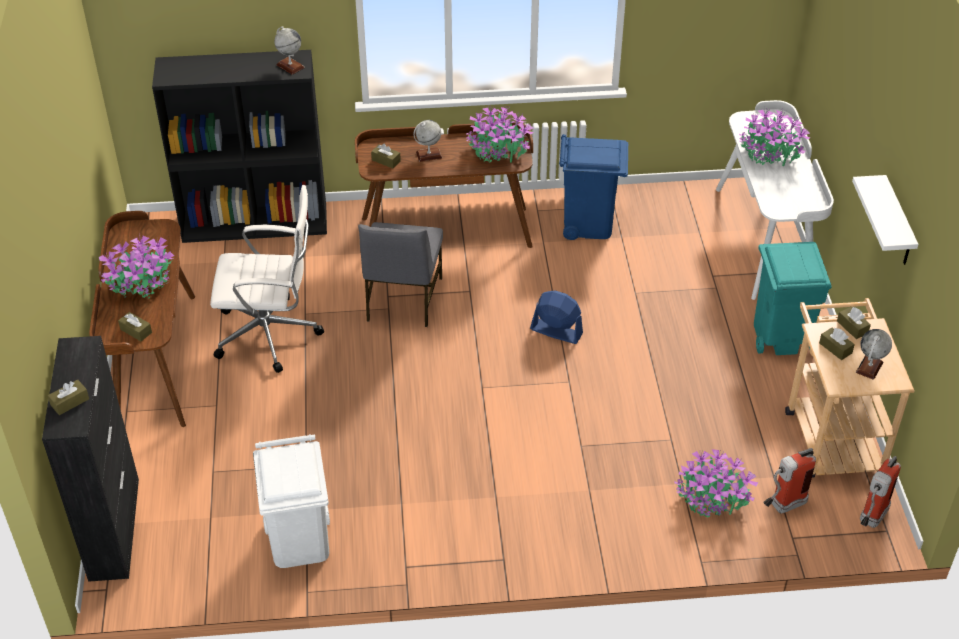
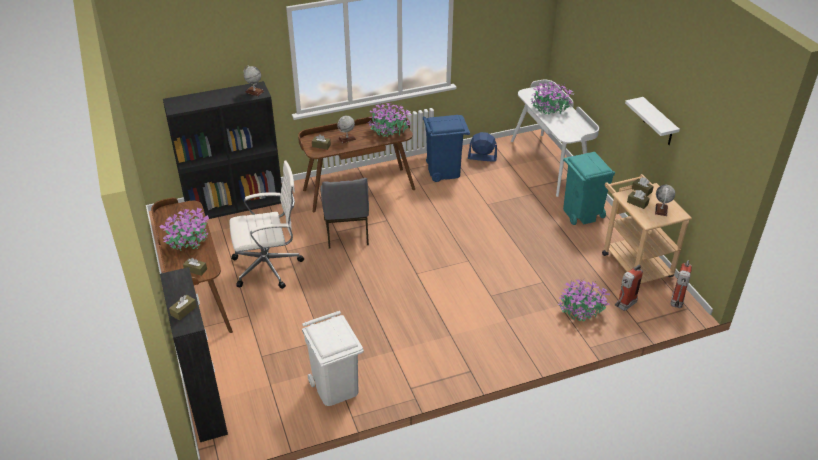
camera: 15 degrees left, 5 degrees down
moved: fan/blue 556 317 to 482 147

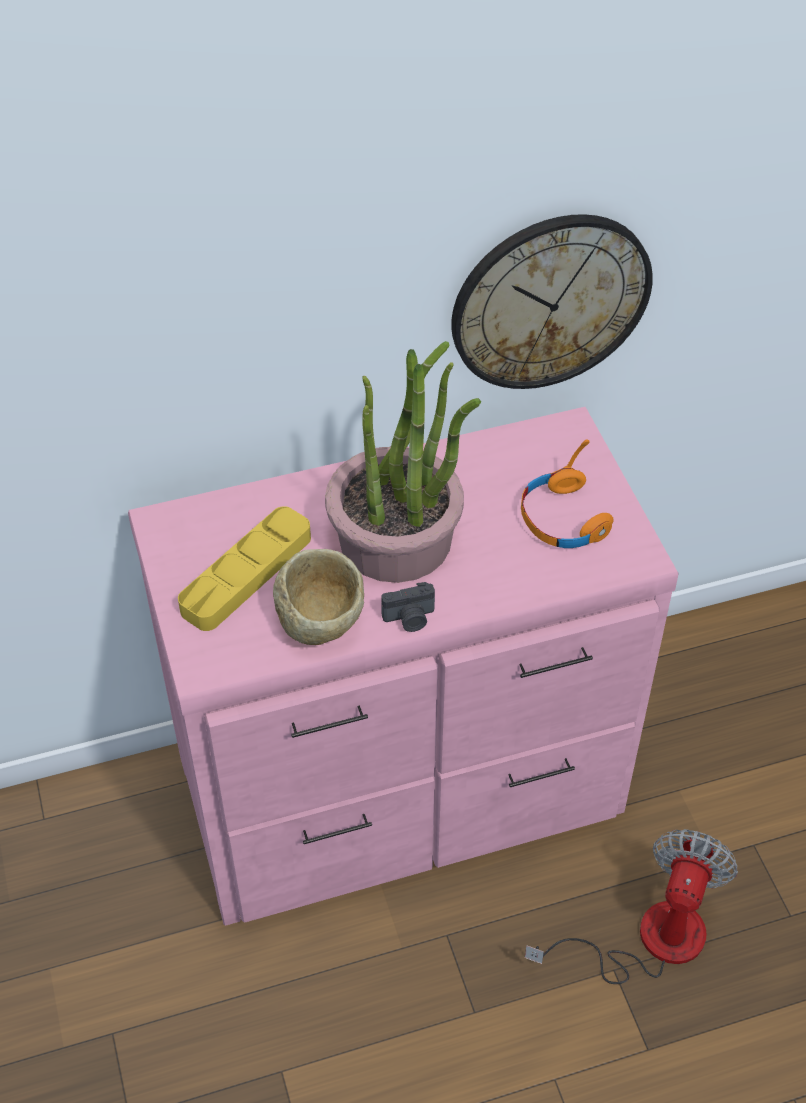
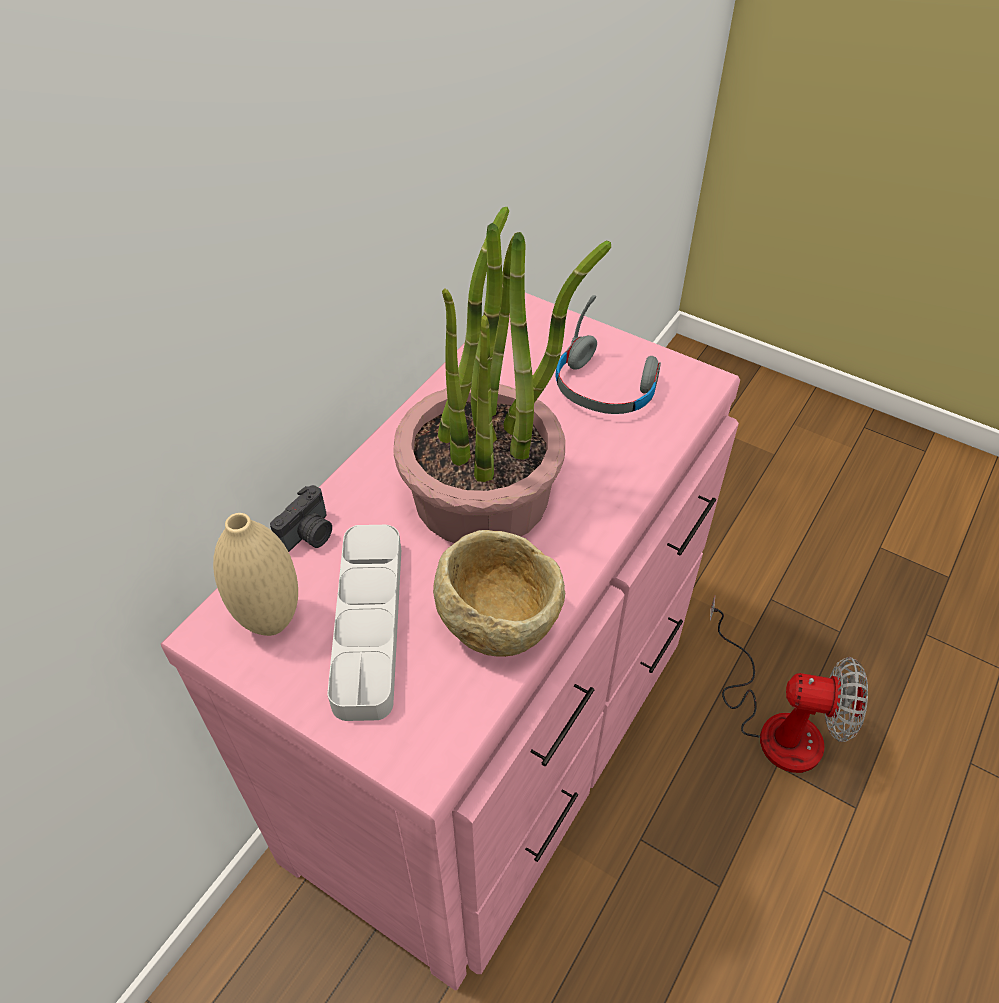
camera: 40 degrees left, 0 degrees up
removed: wall clock 552 301
added: vase/beige 255 574
moved: photo camera 408 607 to 301 518
recoloured: headphones/orange 567 493 to headphones/grey 608 354; tray/yellow 244 568 to tray/grey 364 623
turned: fan 631 906 = 789 684 120 degrees clockwise

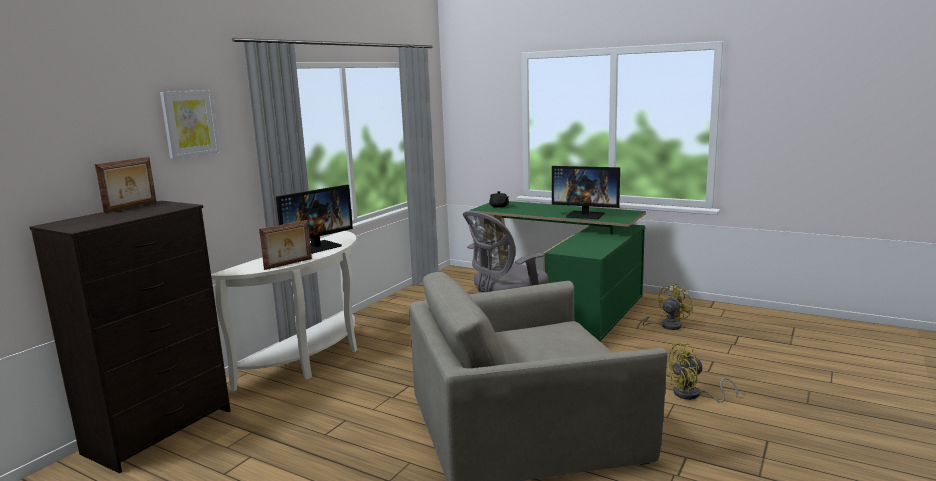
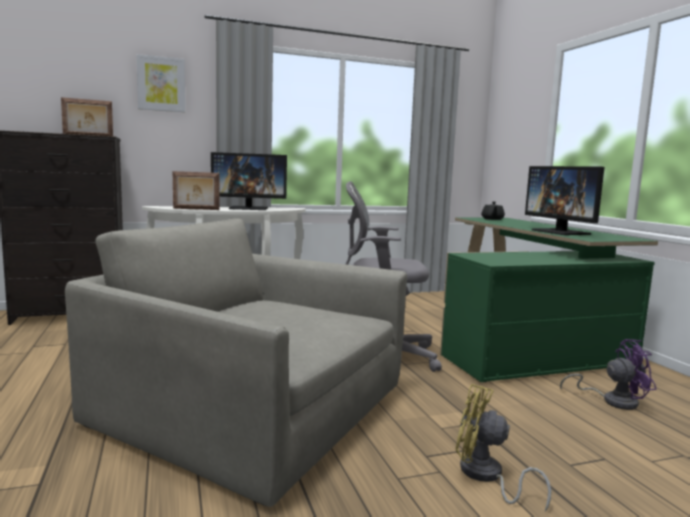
camera: 40 degrees right, 5 degrees down
recoloured: fan/yellow 665 306 to fan/purple 608 374

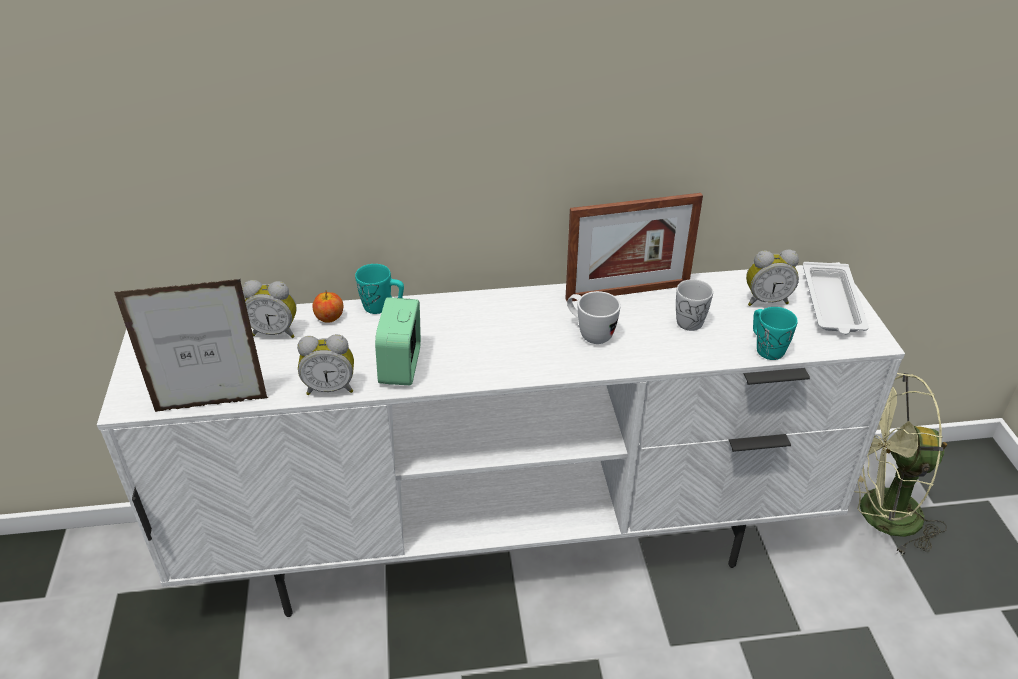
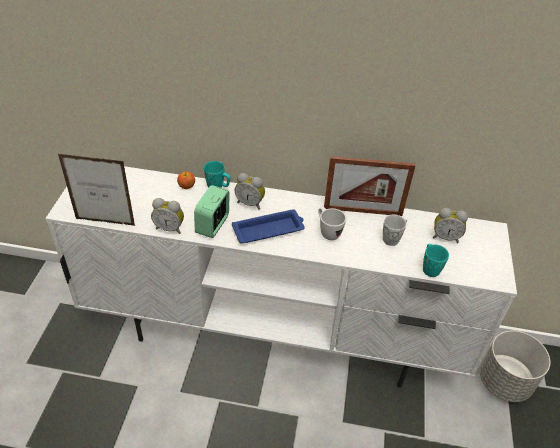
camera: 15 degrees right, 5 degrees up
removed: tray/white 836 298
added: tray/blue 268 226
moved: alarm clock 269 309 to 249 191
replaced: fan/green 900 464 to planter/grey 515 366

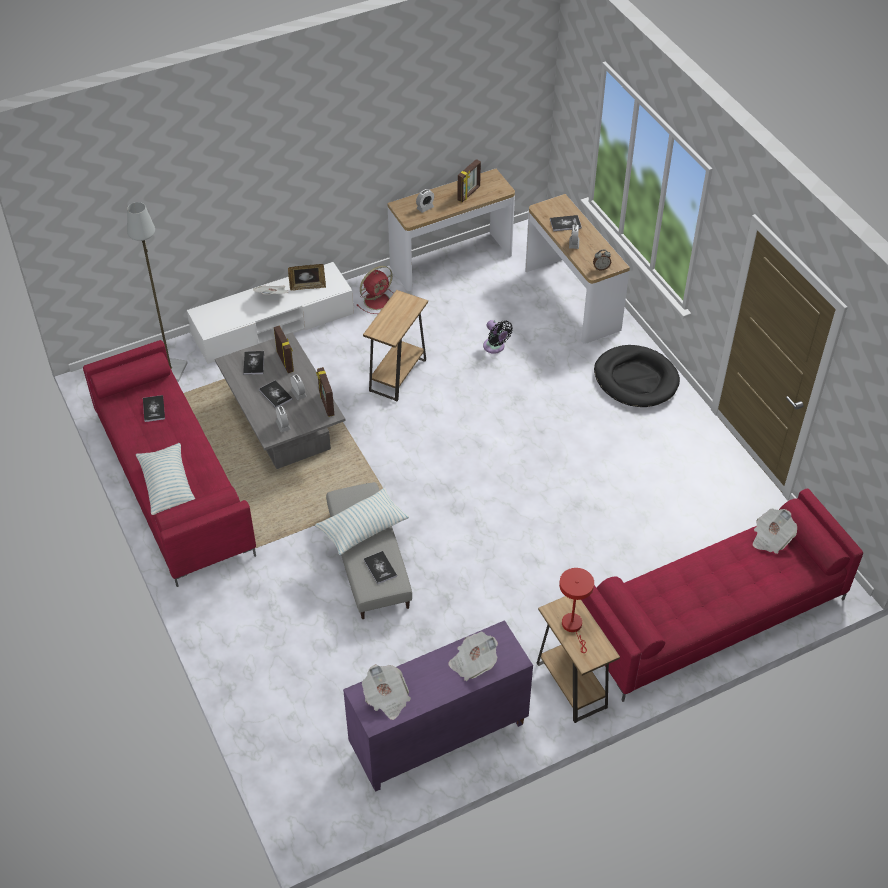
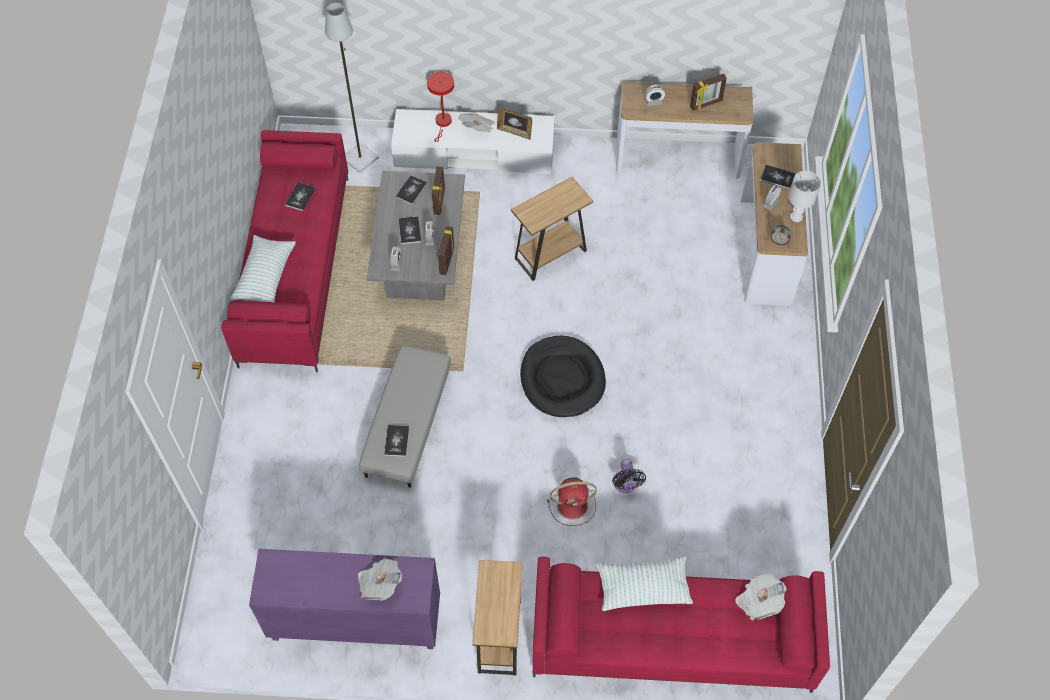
camera: 30 degrees right, 10 degrees up
removed: newspaper 386 692
added: table lamp/white 805 196
moved: fan/red 375 290 to 572 502; fan/black 498 337 to 629 476; dog bed/black 637 376 to 563 376; pillow 362 521 to 644 583; table lamp/red 576 610 to 440 107

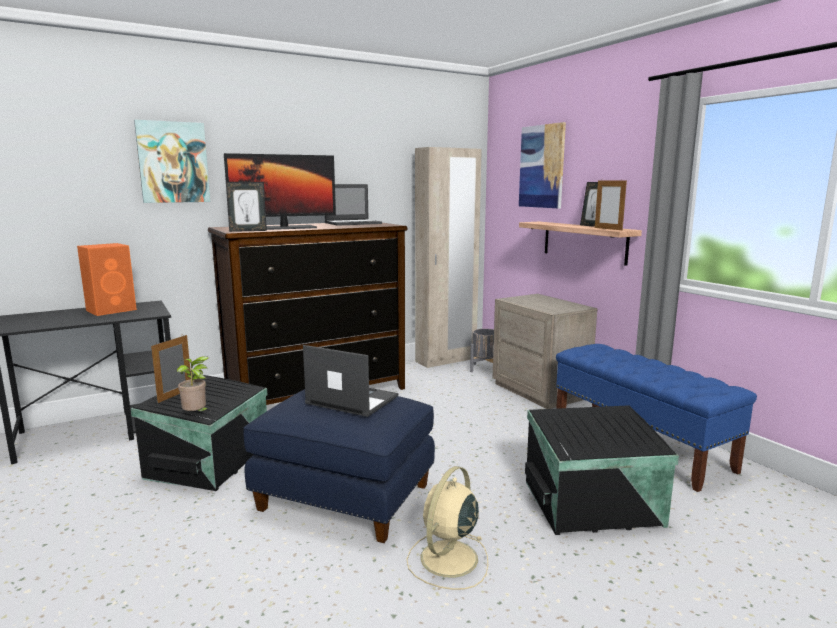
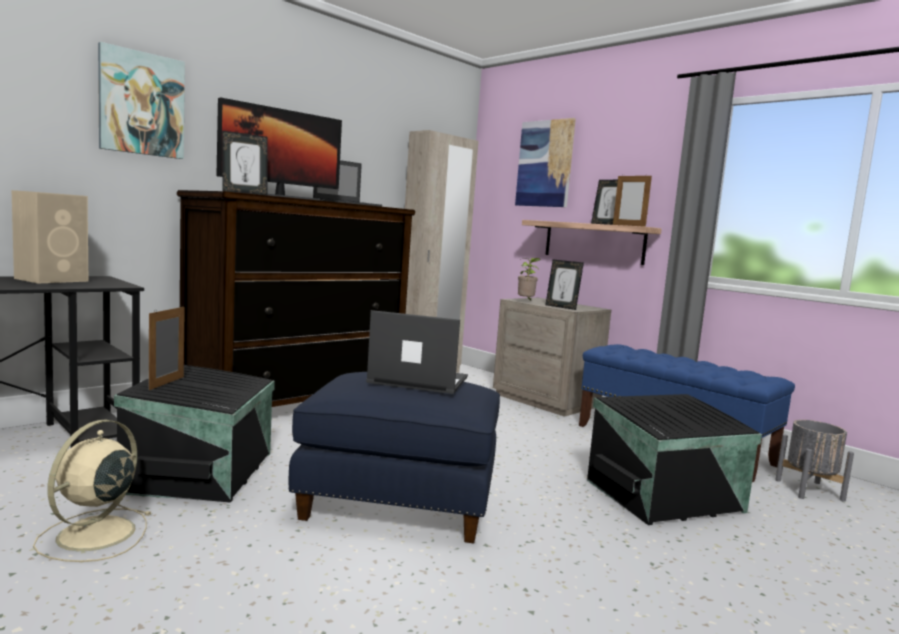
camera: 15 degrees left, 5 degrees down
added: picture frame 564 284
moved: planter/grey 482 350 to 814 461; potted plant 193 383 to 529 279; fan/beige 447 528 to 92 491
recoloured: speaker/orange 107 279 to speaker/beige 50 236

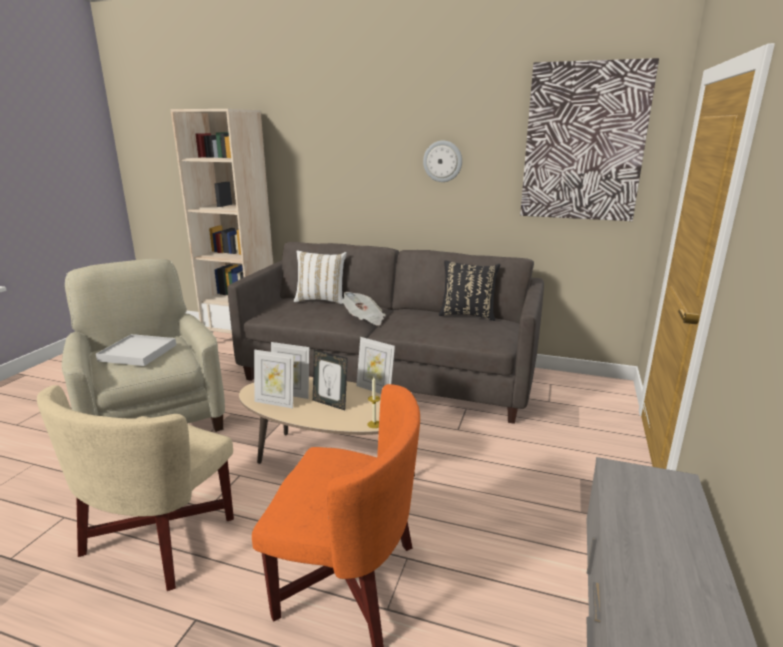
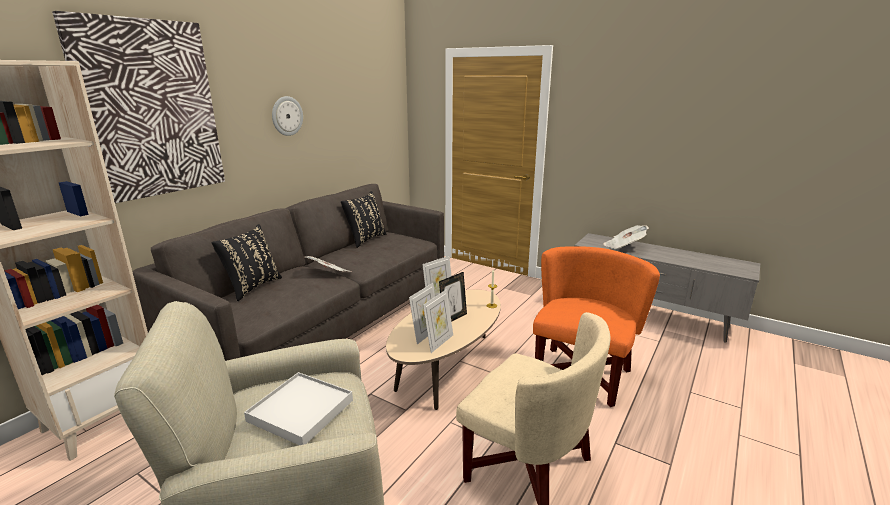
camera: 75 degrees left, 0 degrees up
added: newspaper 626 237
moved: picture 589 139 to 138 107
recoloured: pillow/white 320 277 to pillow/black 246 262

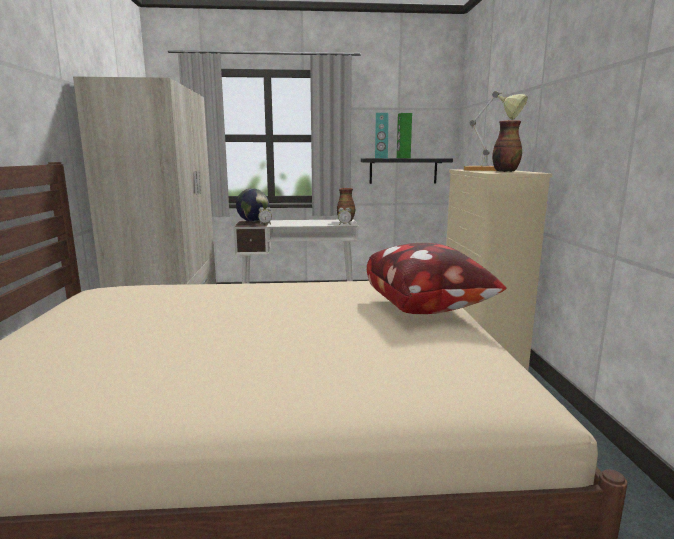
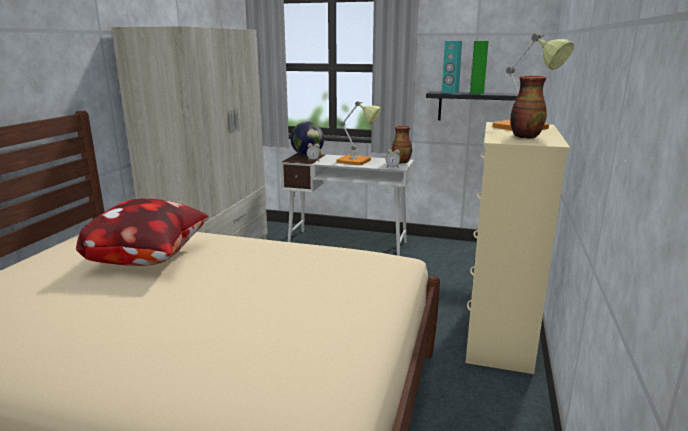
camera: 20 degrees right, 5 degrees up
added: table lamp 359 133
moved: pillow 436 278 to 142 232

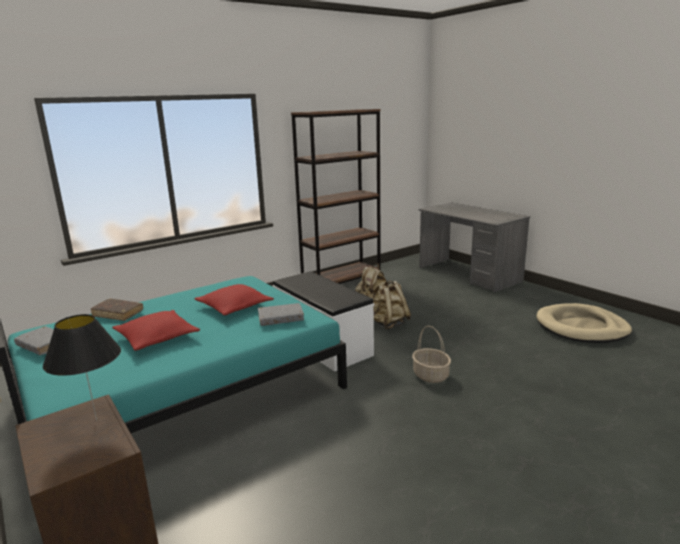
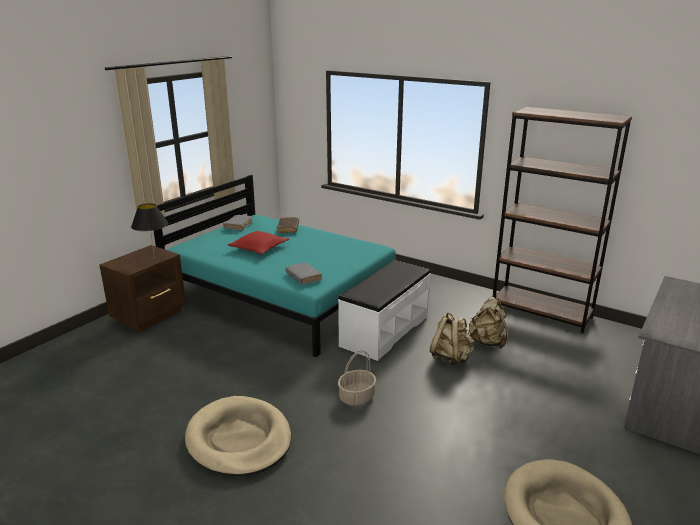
camera: 70 degrees right, 5 degrees up
removed: pillow/red 234 299
added: dog bed/beige 238 436

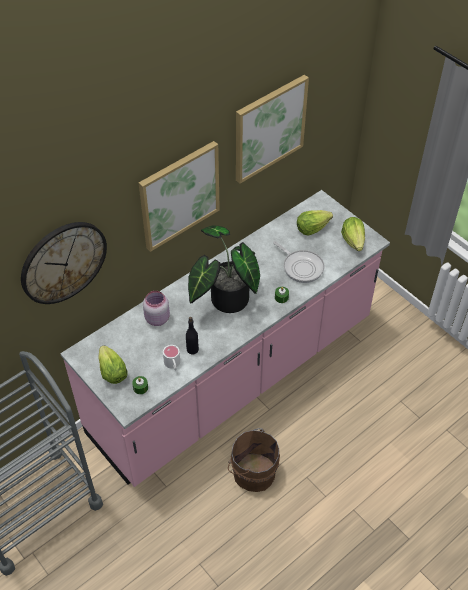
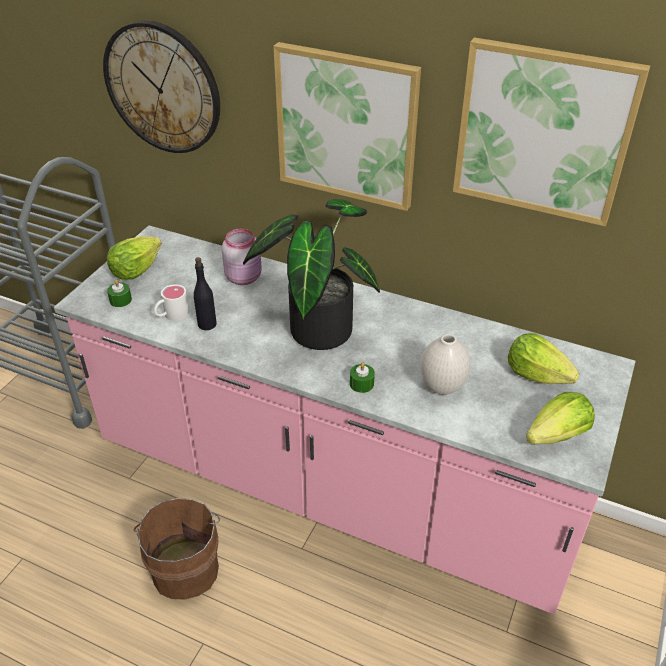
camera: 65 degrees right, 10 degrees down
replaced: frying pan 299 262 to vase/white 445 364

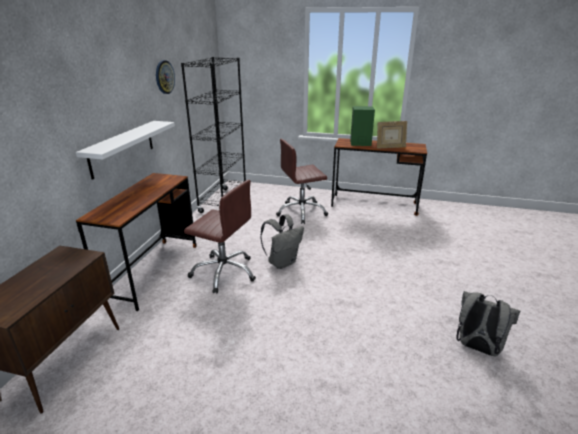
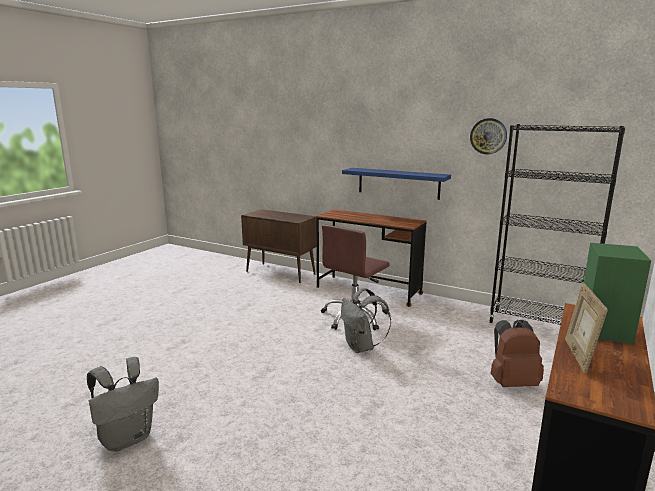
camera: 105 degrees right, 10 degrees down
replaced: office chair/brown 302 181 to backpack/brown 517 353
recoloured: shelf/white 125 150 to shelf/blue 396 184

